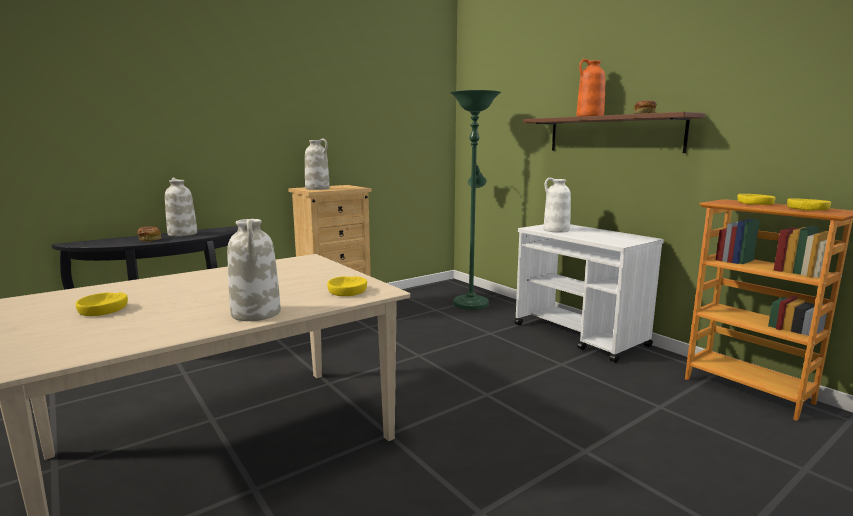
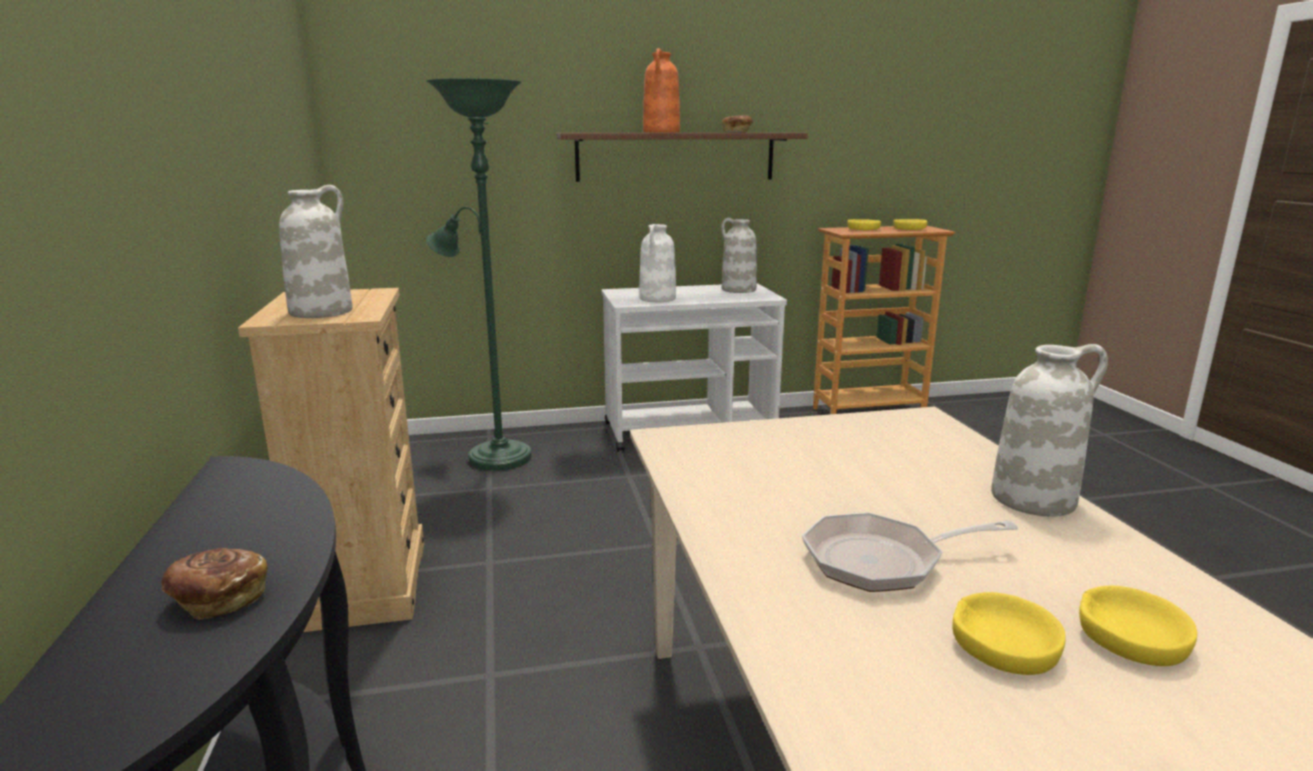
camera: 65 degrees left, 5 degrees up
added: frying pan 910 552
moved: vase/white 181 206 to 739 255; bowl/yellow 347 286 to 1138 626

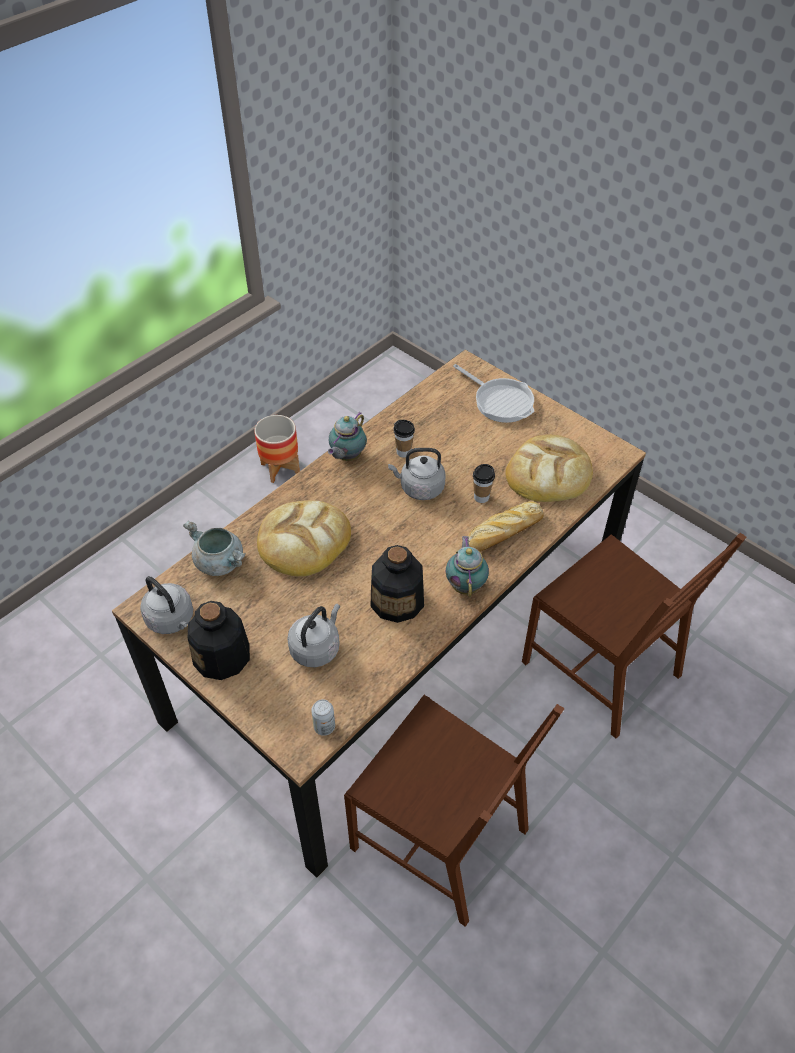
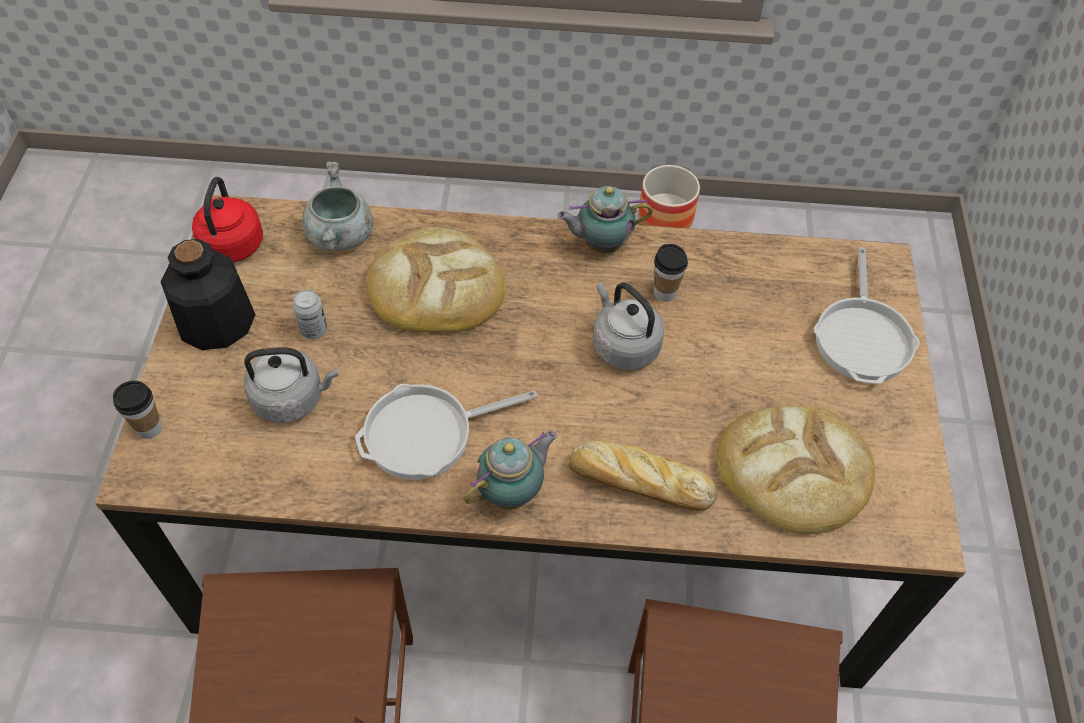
camera: 50 degrees right, 5 degrees up
moved: cup 484 483 to 137 410; can 323 717 to 309 314
replaced: bottle 397 584 to frying pan 446 432
recoloured: kettle/grey 166 605 to kettle/red 227 219

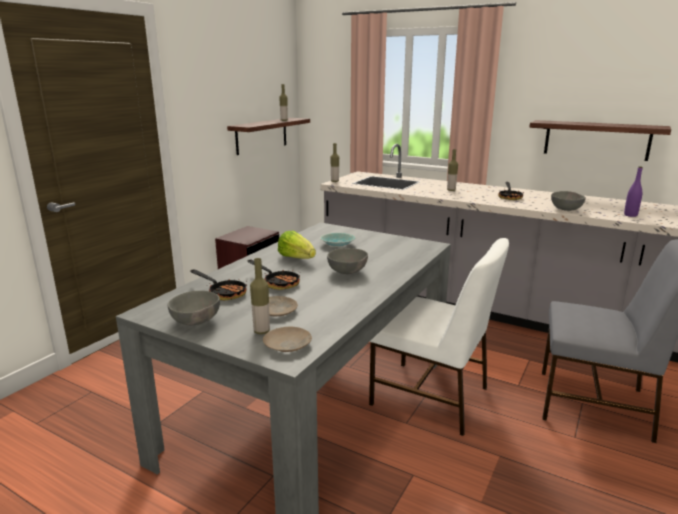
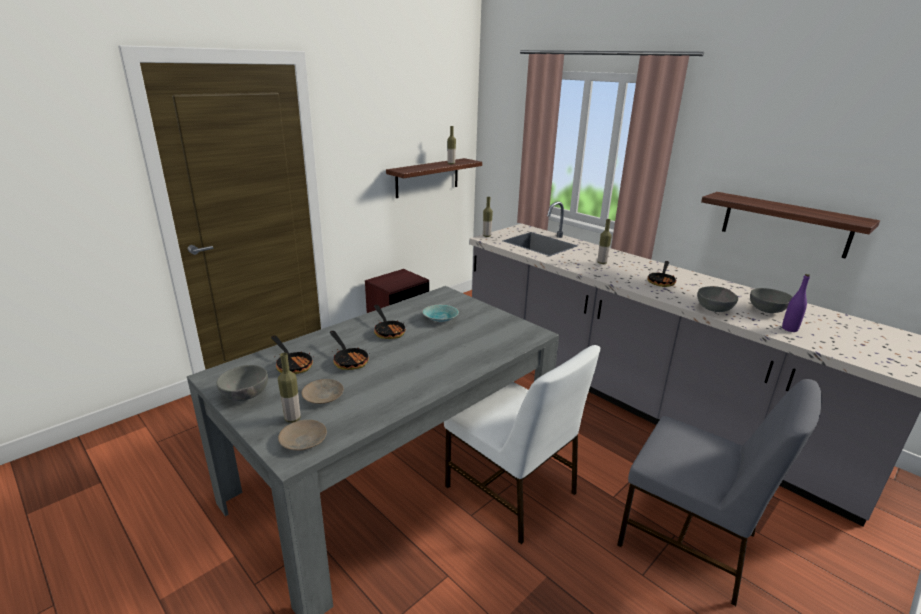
camera: 15 degrees right, 5 degrees up
moved: bowl/grey 347 261 to 771 300
replaced: lettuce 297 245 to frying pan 390 322

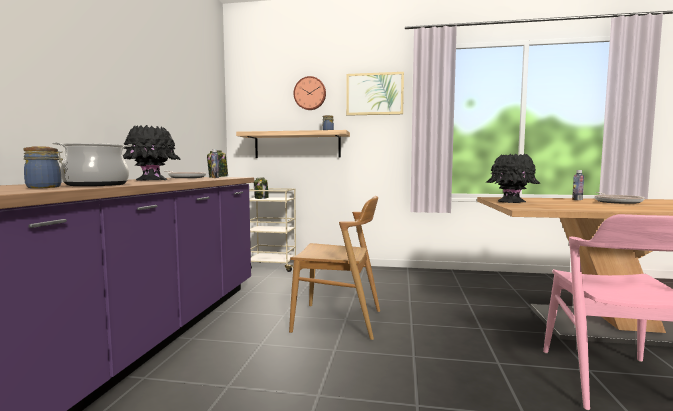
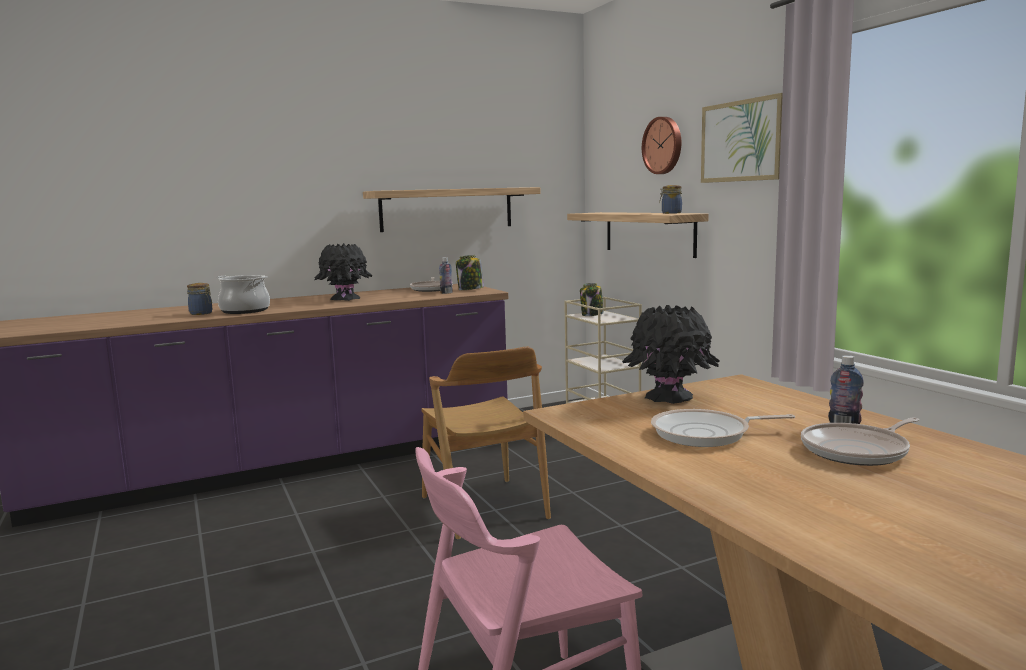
camera: 55 degrees right, 5 degrees up
added: shelf 451 209; frying pan 723 428

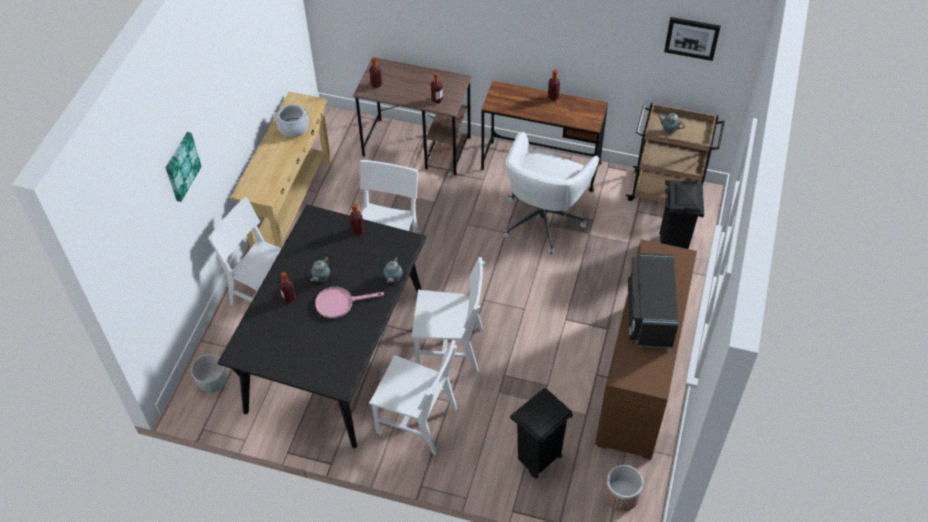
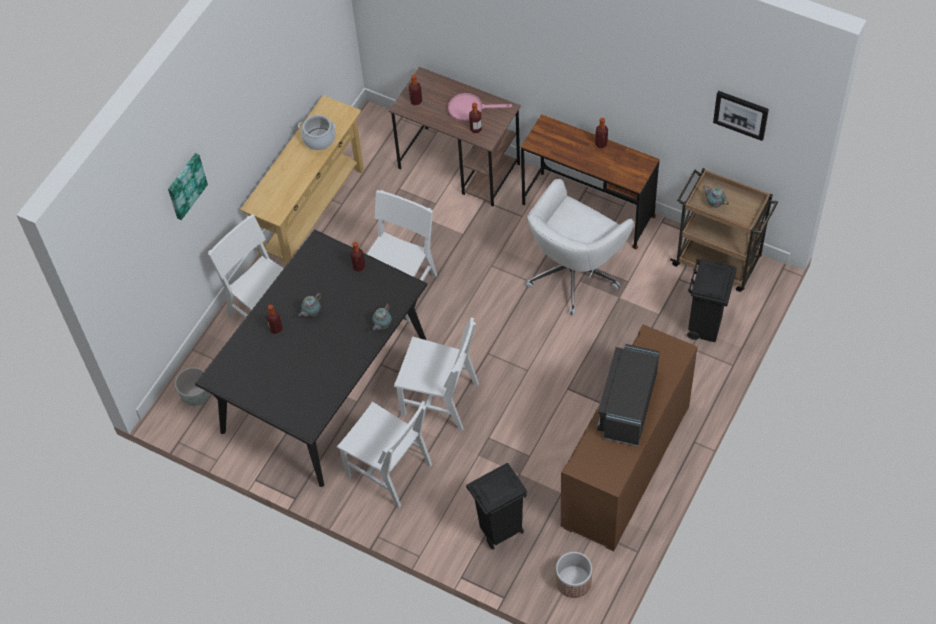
camera: 15 degrees right, 5 degrees up
moved: frying pan/pink 349 302 to 480 107

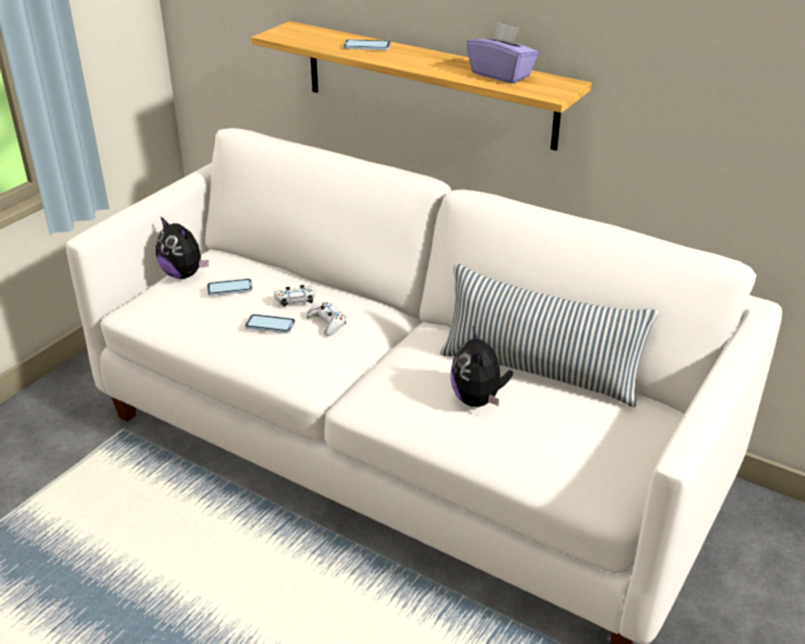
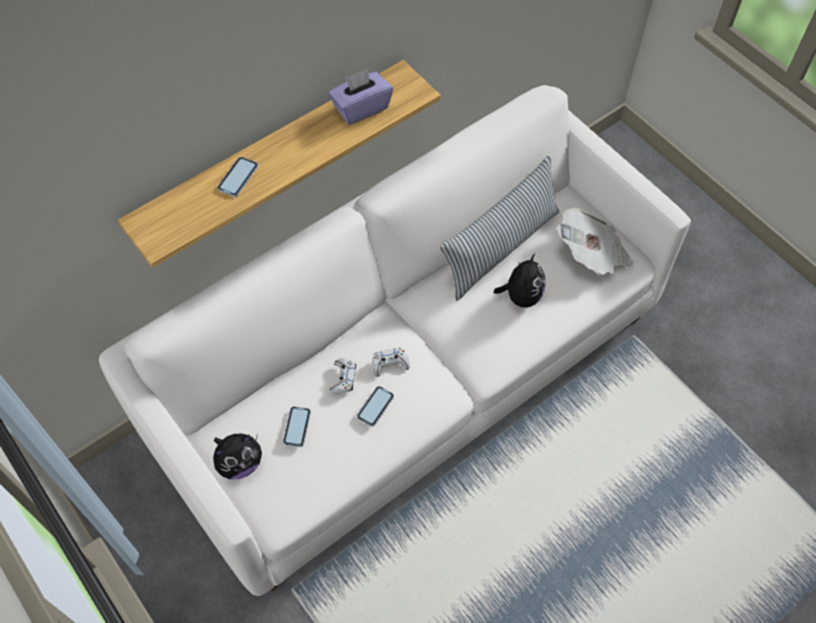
camera: 70 degrees left, 25 degrees up
added: newspaper 594 241
turned: plush toy 482 366 = 519 280 90 degrees counterclockwise

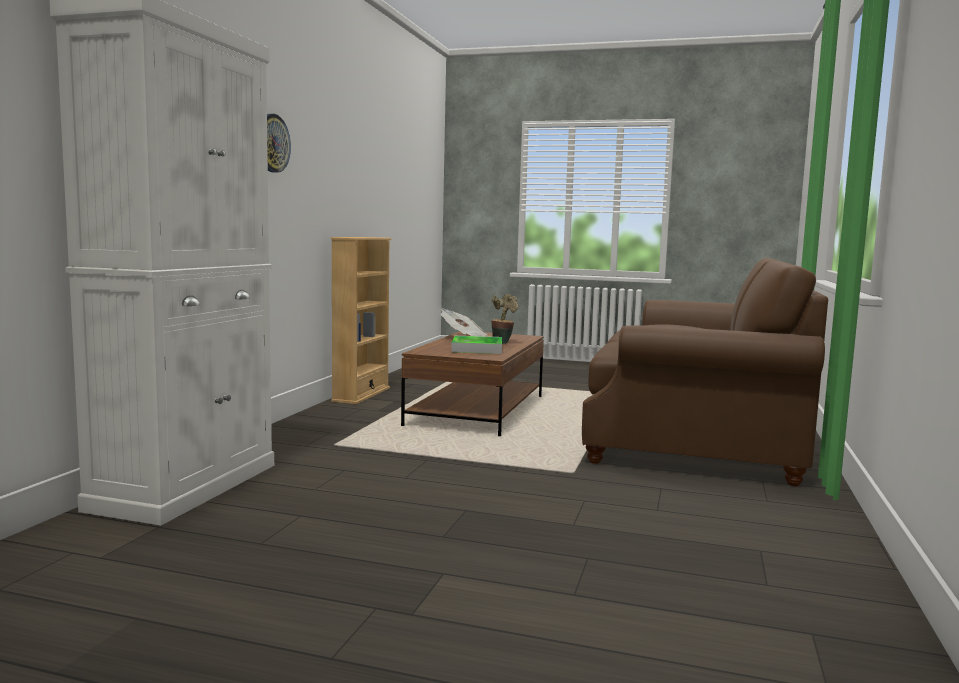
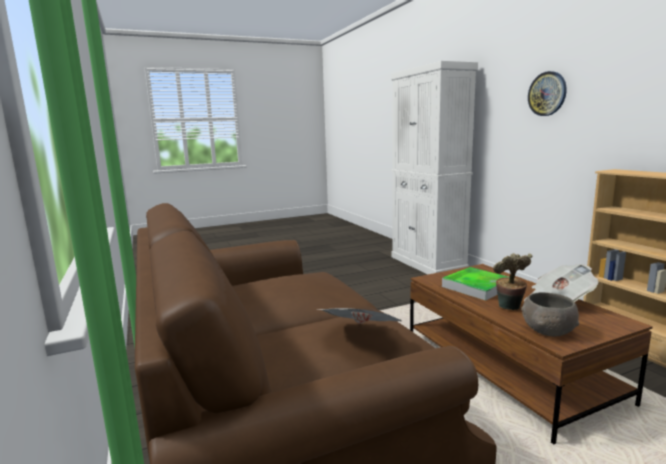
camera: 140 degrees right, 5 degrees up
added: bowl/grey 550 314; newspaper 359 316

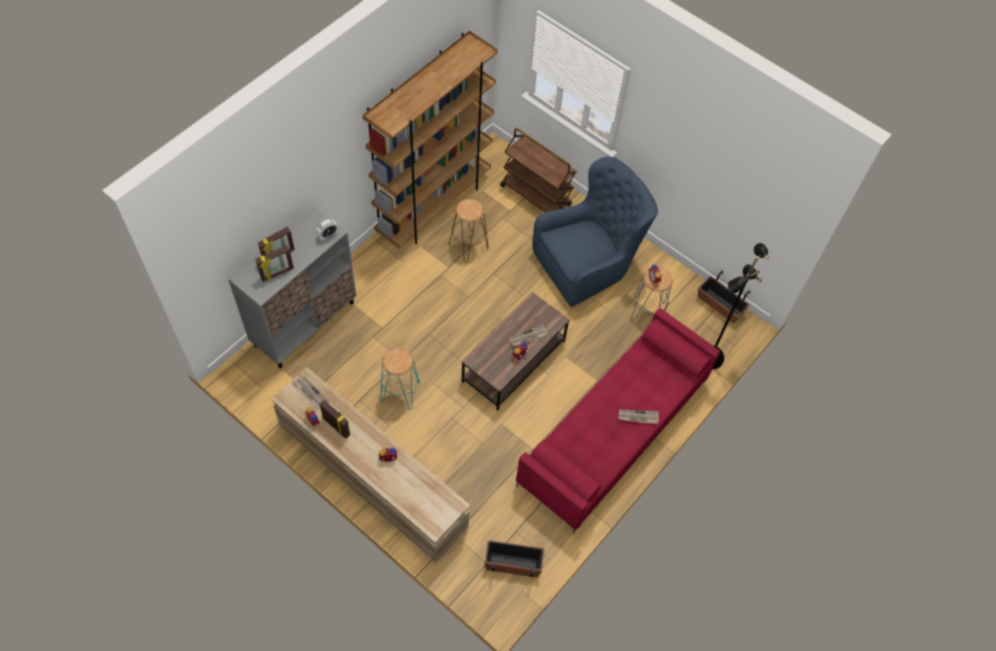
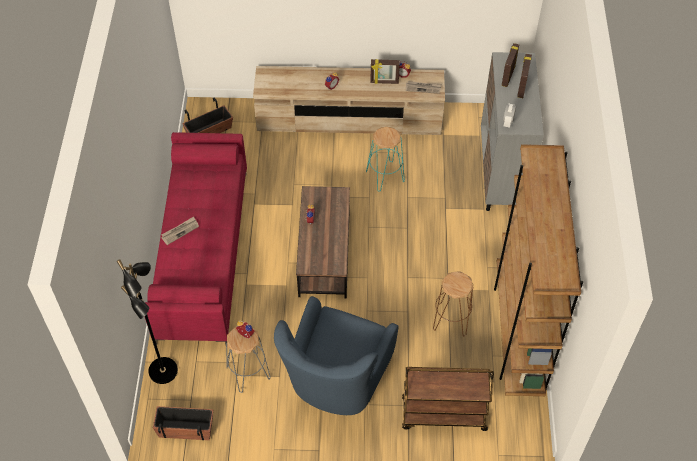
camera: 145 degrees right, 5 degrees down
removed: newspaper 528 335

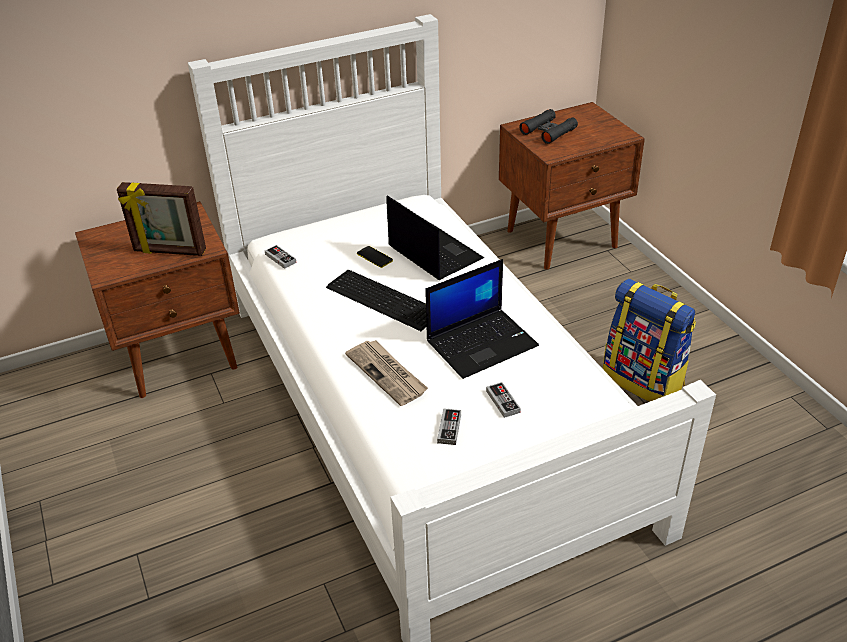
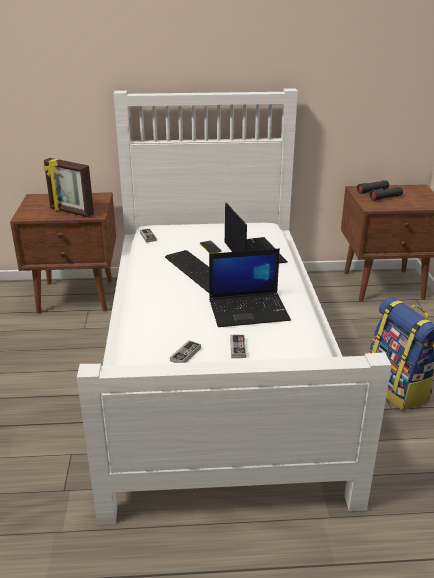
camera: 20 degrees right, 10 degrees down
removed: newspaper 386 373

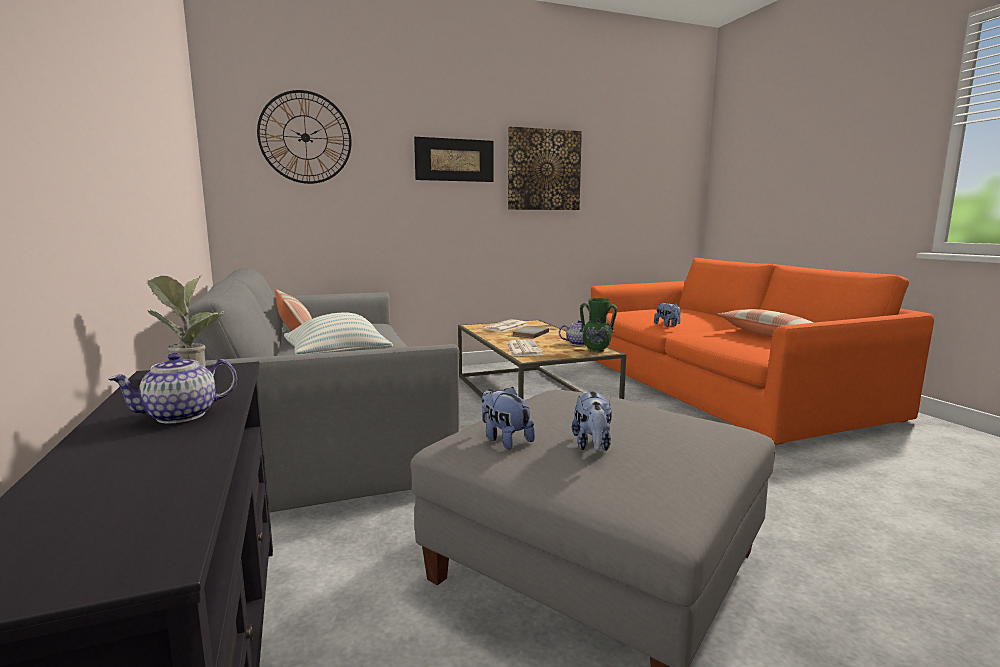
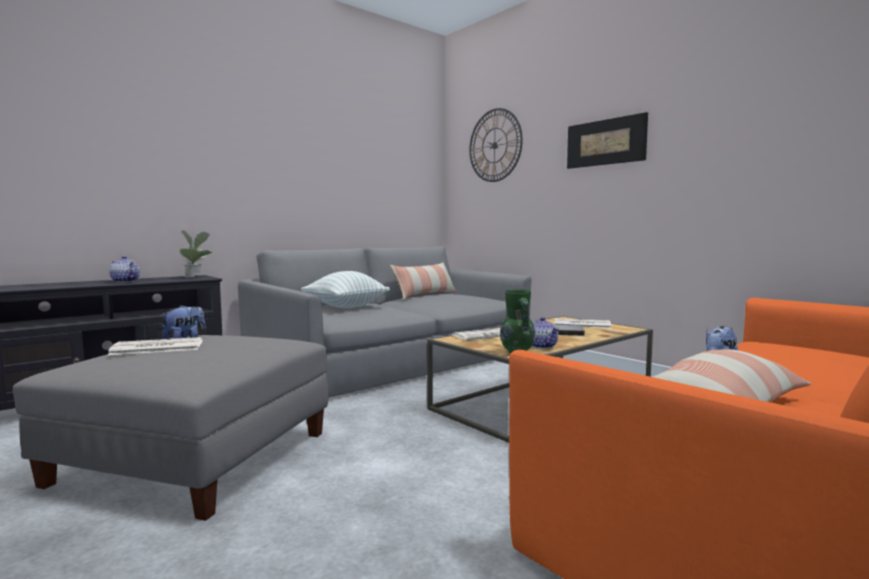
camera: 70 degrees right, 5 degrees down
removed: picture 545 168
replaced: plush toy 592 420 to newspaper 155 346

